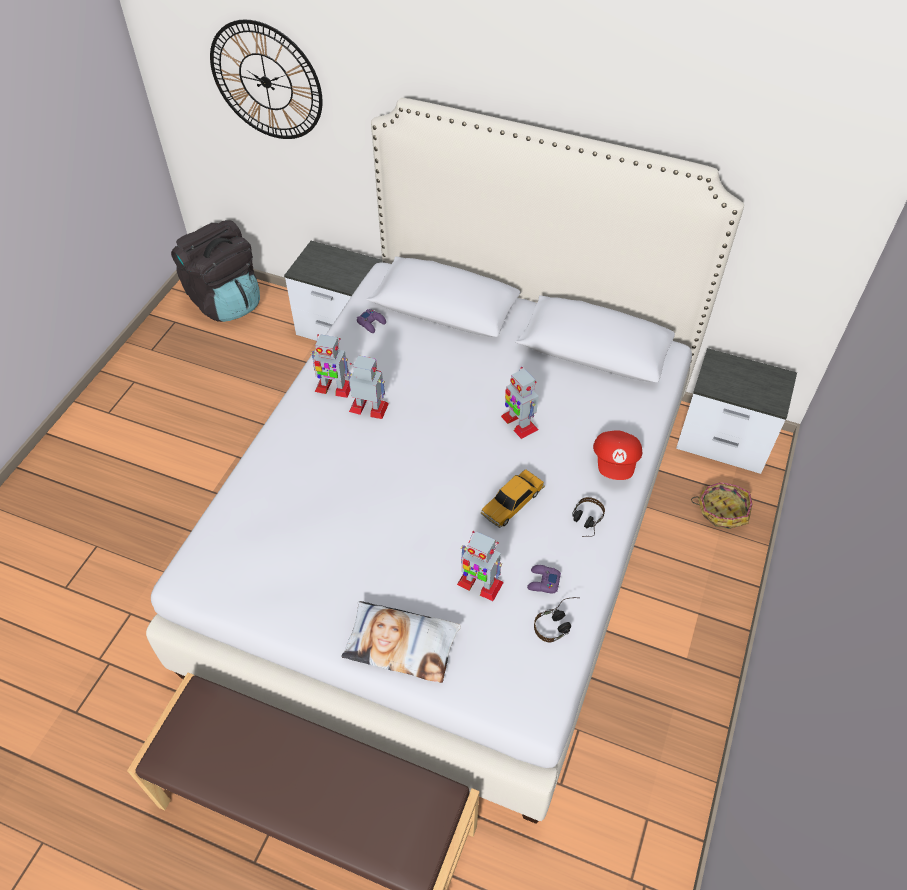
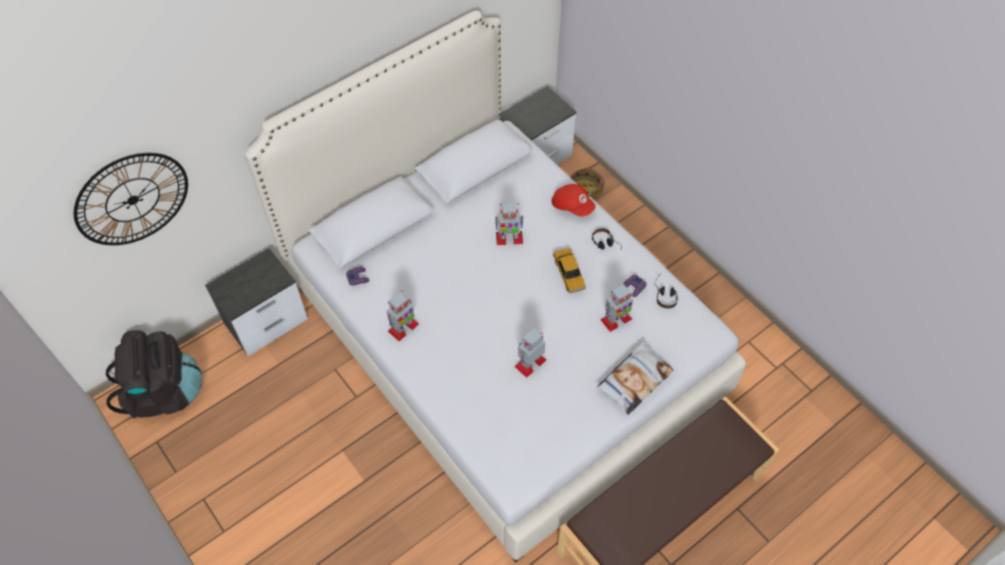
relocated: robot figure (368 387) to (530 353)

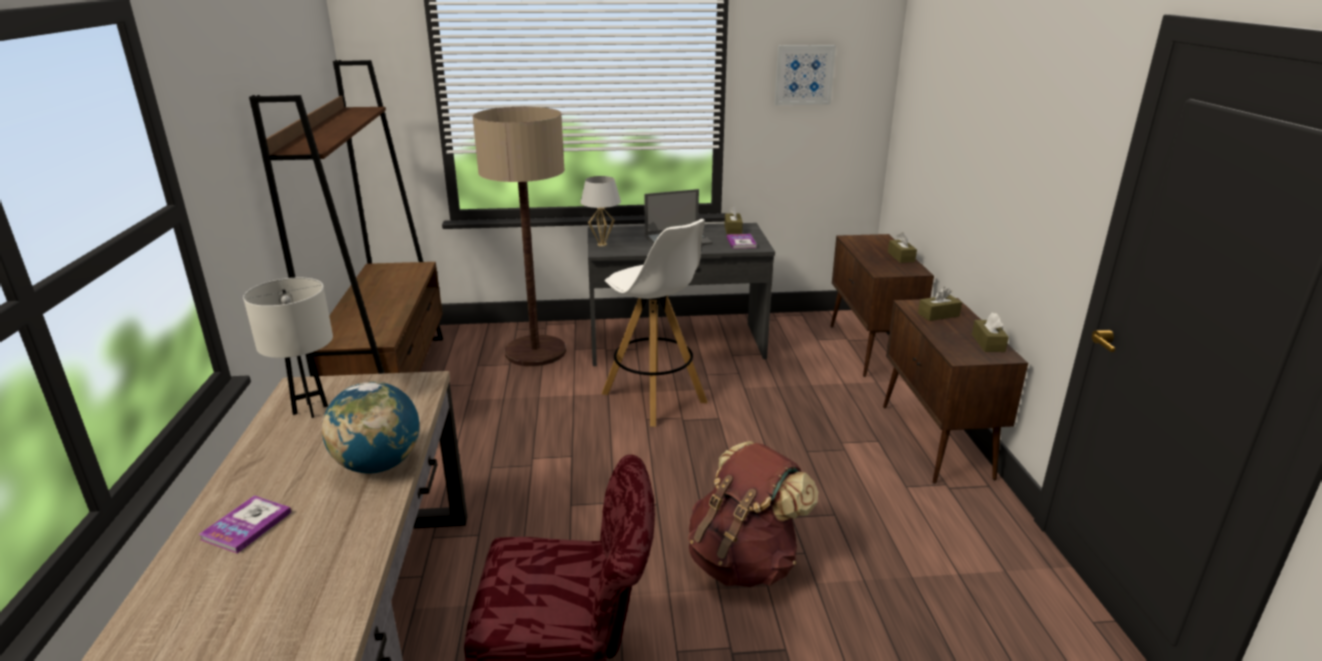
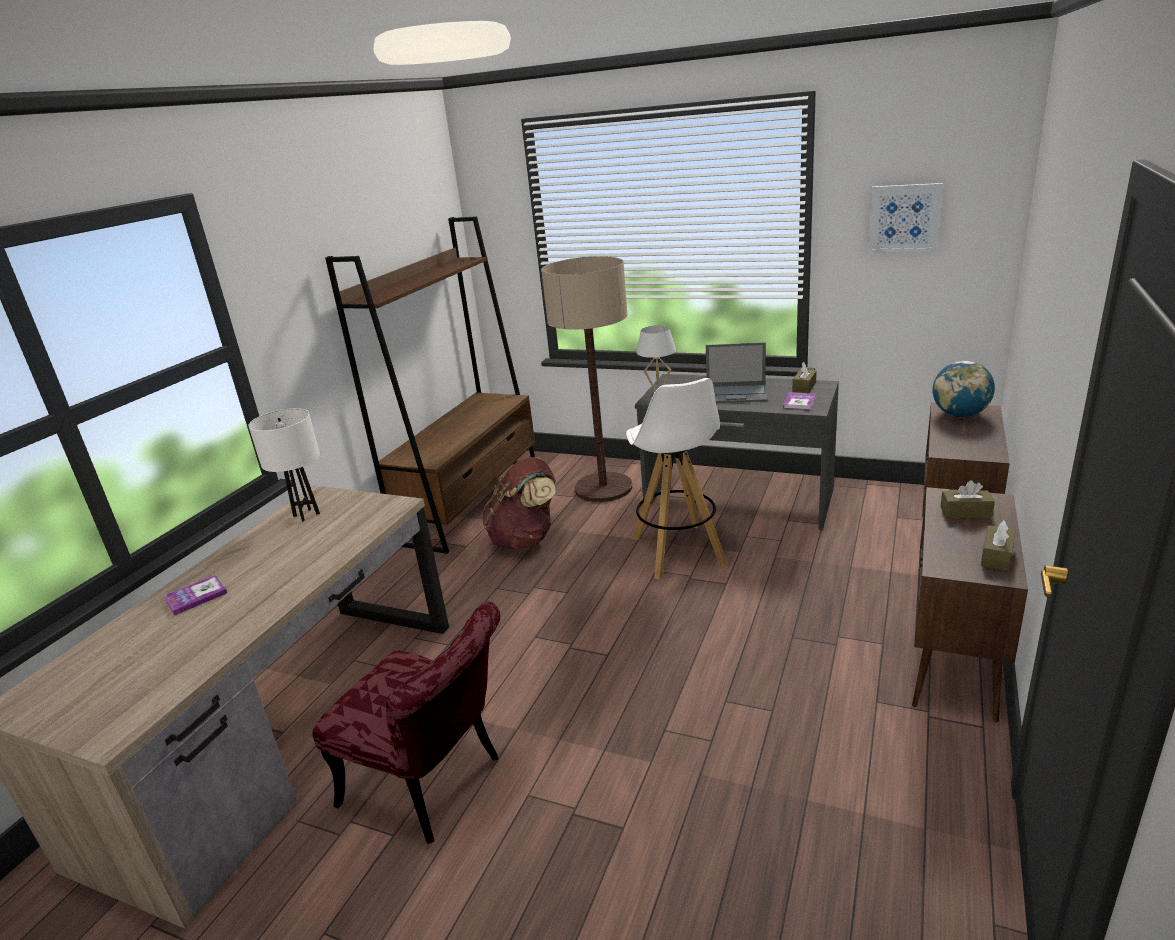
missing: tissue box/brown-coloured (902 247)
relocated: knapsack/brown-coloured (753 514) to (519 503); globe (370 427) to (964 389)

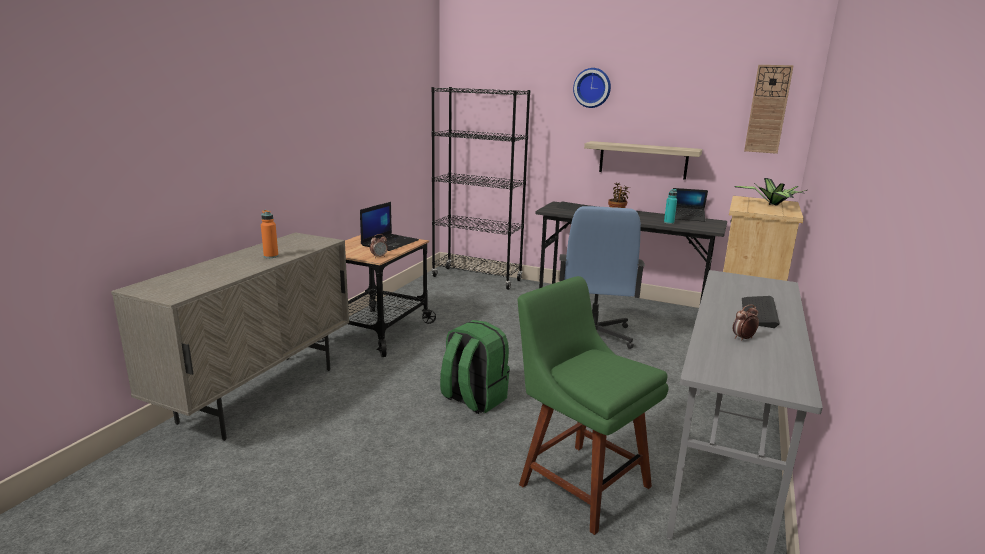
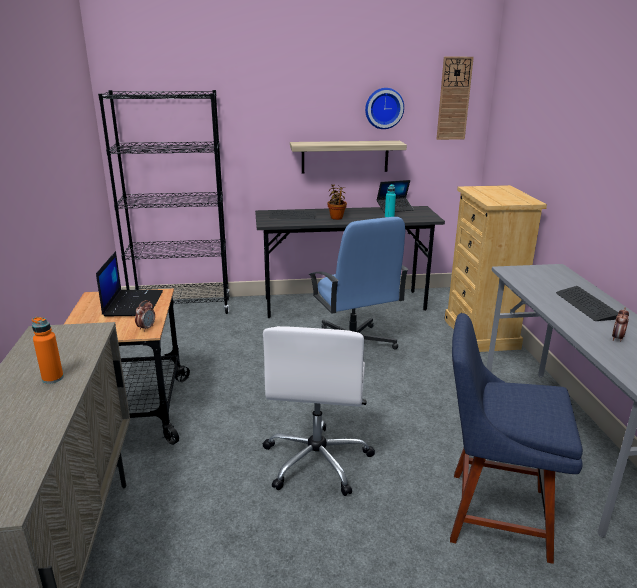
missing: potted plant (771 192)
relocated: clock on the wall (592 88) to (384 108)
exchanged: knapsack/green-coloured (475 367) to computer chair/whitish (319 411)
colour: upright chair/green-coloured (593 405) to upright chair/blue (516 438)

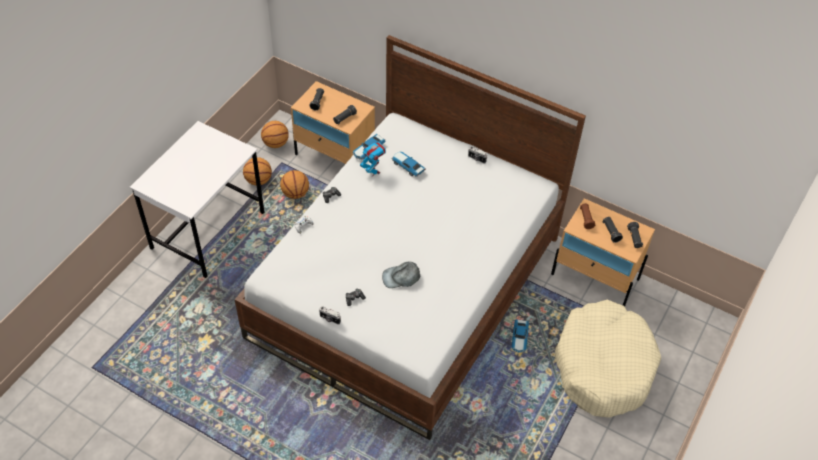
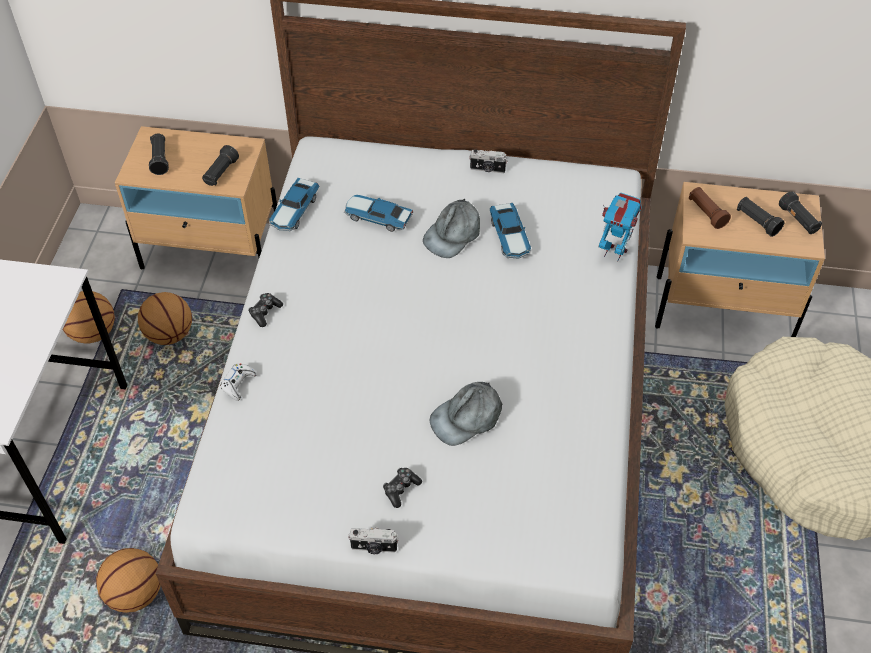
appeared: cap/gray (451 228)
relocated: basketball (275 134) to (128 580); miniature car (520 336) to (510 231); robot figure (373 159) to (620 227)

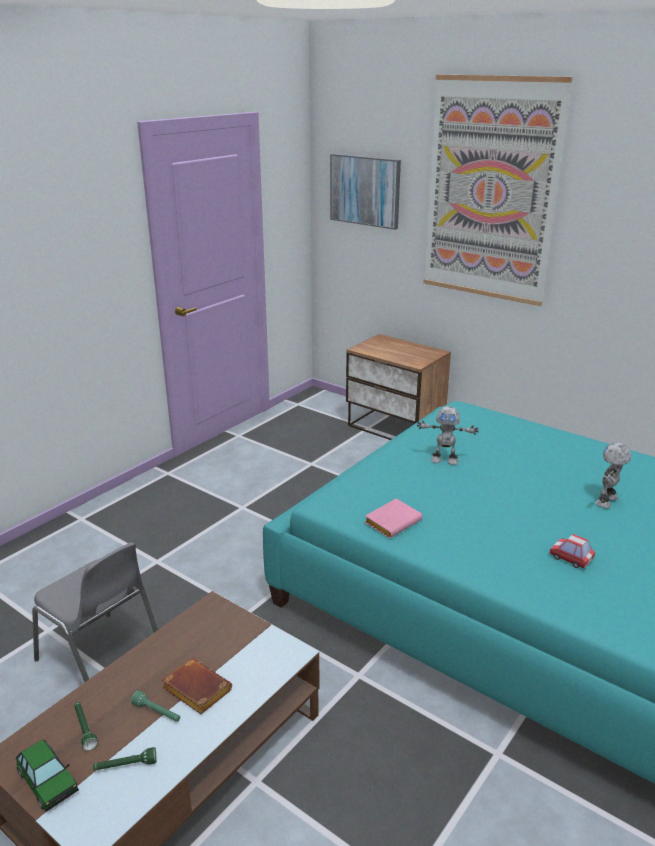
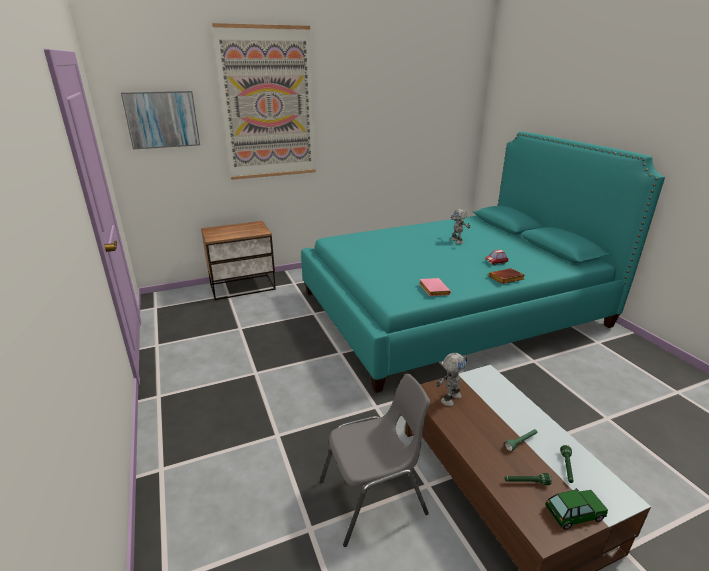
relocated: robot figure (448 435) to (451 379); volume/brown-coloured (197 686) to (507 276)

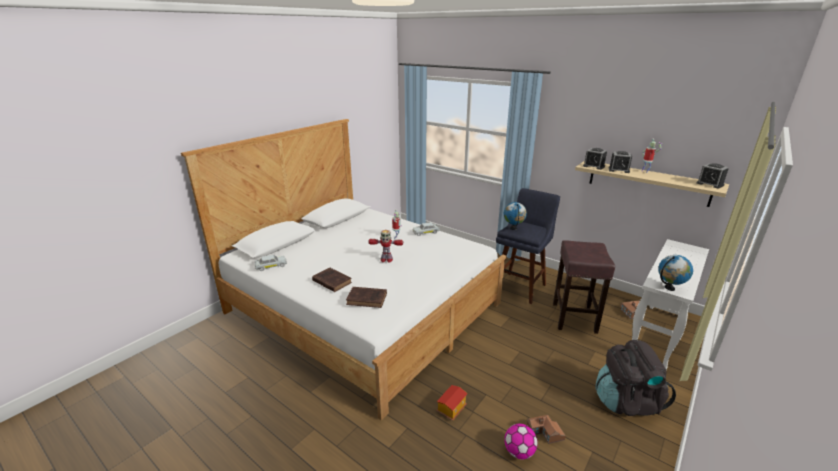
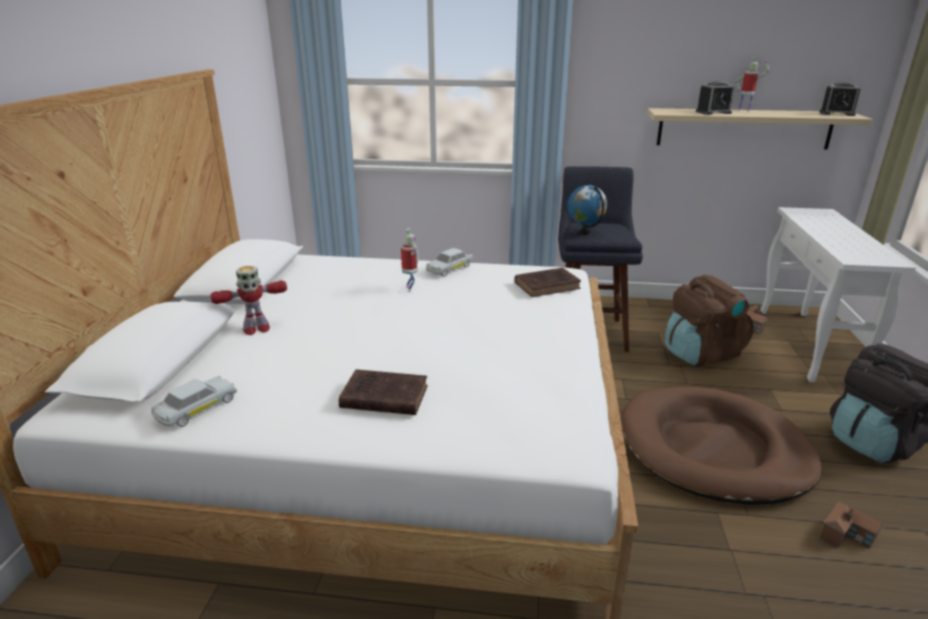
missing: toy house (452 403); football (521 441); alarm clock (595 159); globe (675 273)
appeared: dog bed/brown-coloured (721 446)
relocated: robot figure (385 246) to (248 300); volume/brown-coloured (366 297) to (548 282)
exchanged: stool/brown-coloured (584 287) to knapsack/brown-coloured (709 321)

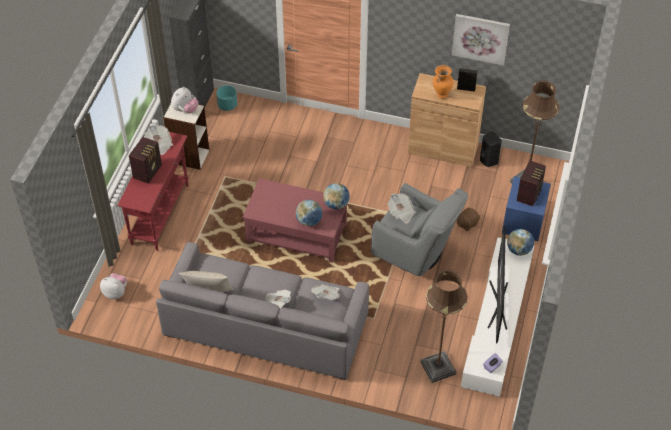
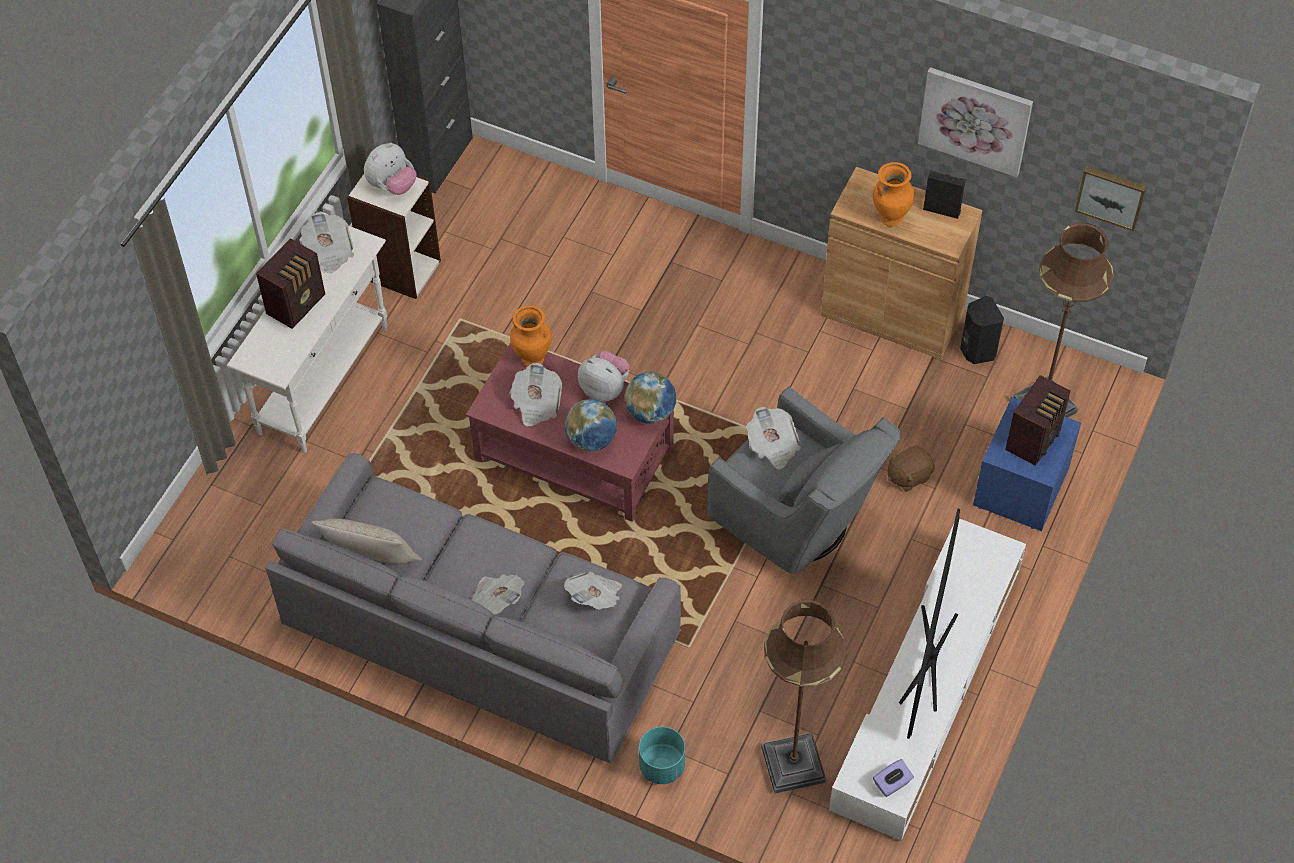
missing: globe (520 242)
appeared: decorative vase/orange (530 336); daily paper (536 394); picture (1111 198)
relocated: cuddly toy (113 286) to (604 376); flower pot/turquoise-coloured (226 98) to (662 755)
colour: hall table/red (152 191) to hall table/whitish (307 339)

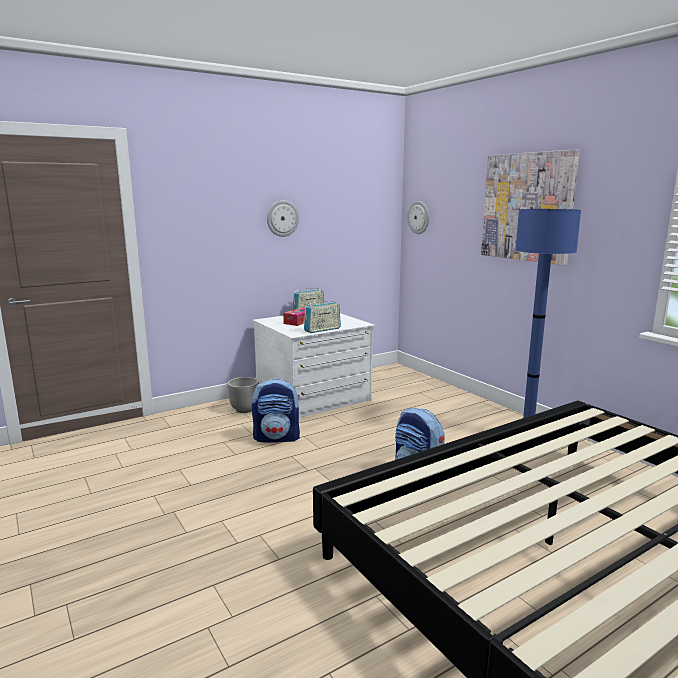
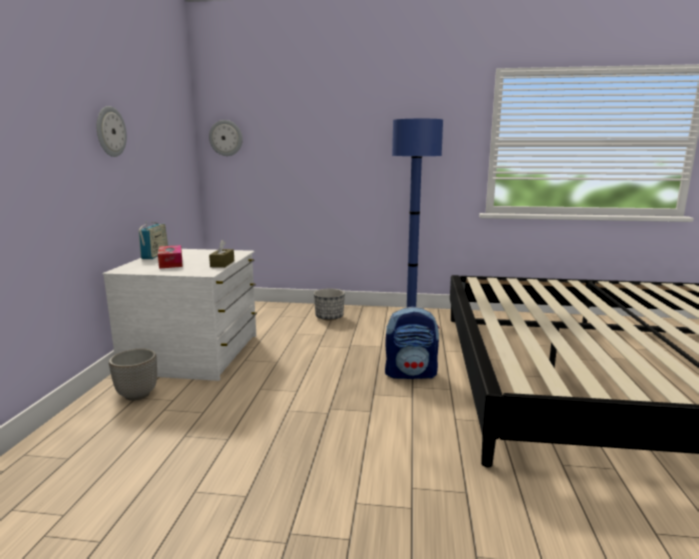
missing: knapsack (276 410); picture (530 207)
appeared: flower pot (329 305)
exchanged: radio receiver (322 316) to tissue box/brown-coloured (221 254)

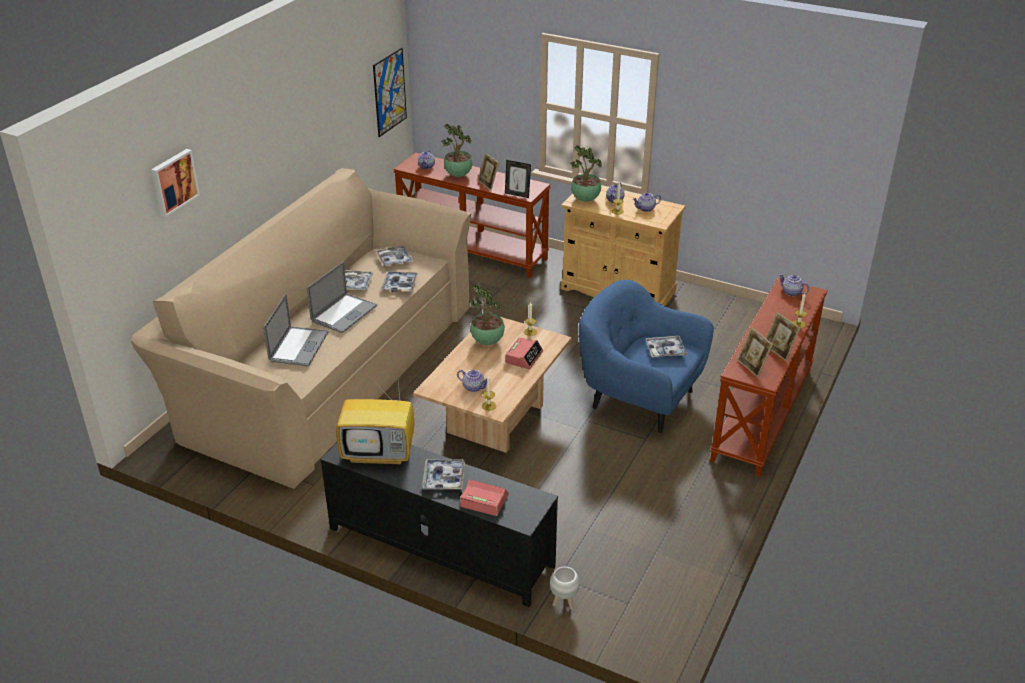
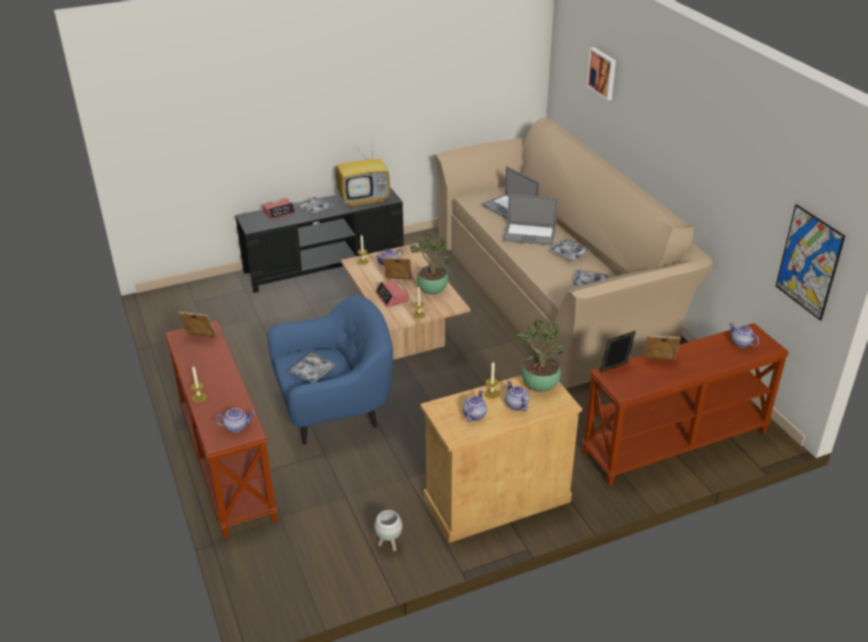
missing: carrying tray (399 281); potted plant (456 150)
relocated: flower pot/whitish (565 588) to (388 530); standing frame (783 337) to (397 268)
spun: TV (375 417) = (363 176) 150 degrees counterclockwise; portable computer (342 297) = (530 220) 60 degrees counterclockwise

